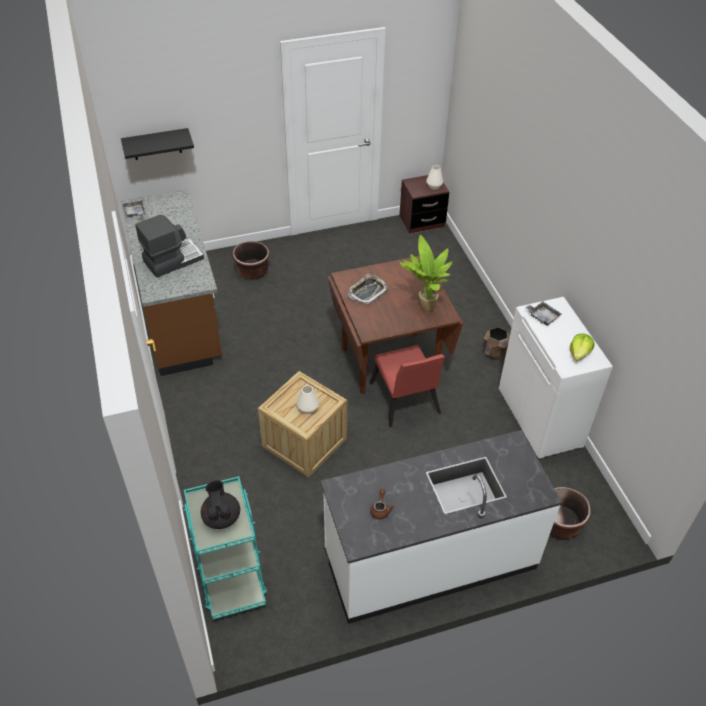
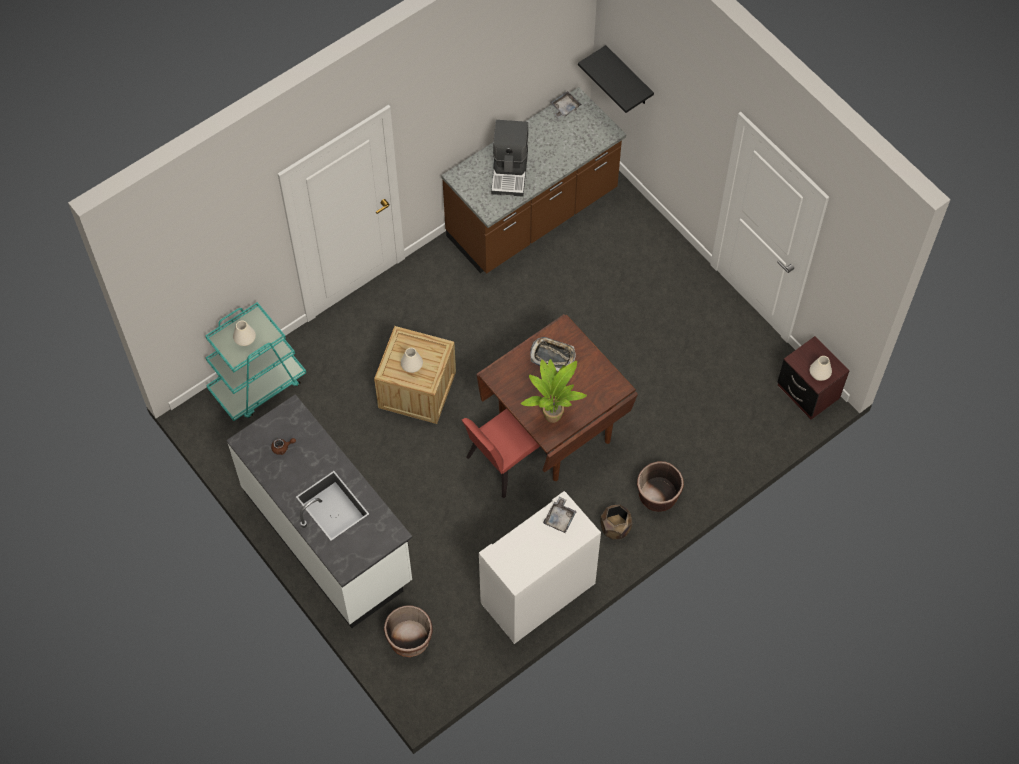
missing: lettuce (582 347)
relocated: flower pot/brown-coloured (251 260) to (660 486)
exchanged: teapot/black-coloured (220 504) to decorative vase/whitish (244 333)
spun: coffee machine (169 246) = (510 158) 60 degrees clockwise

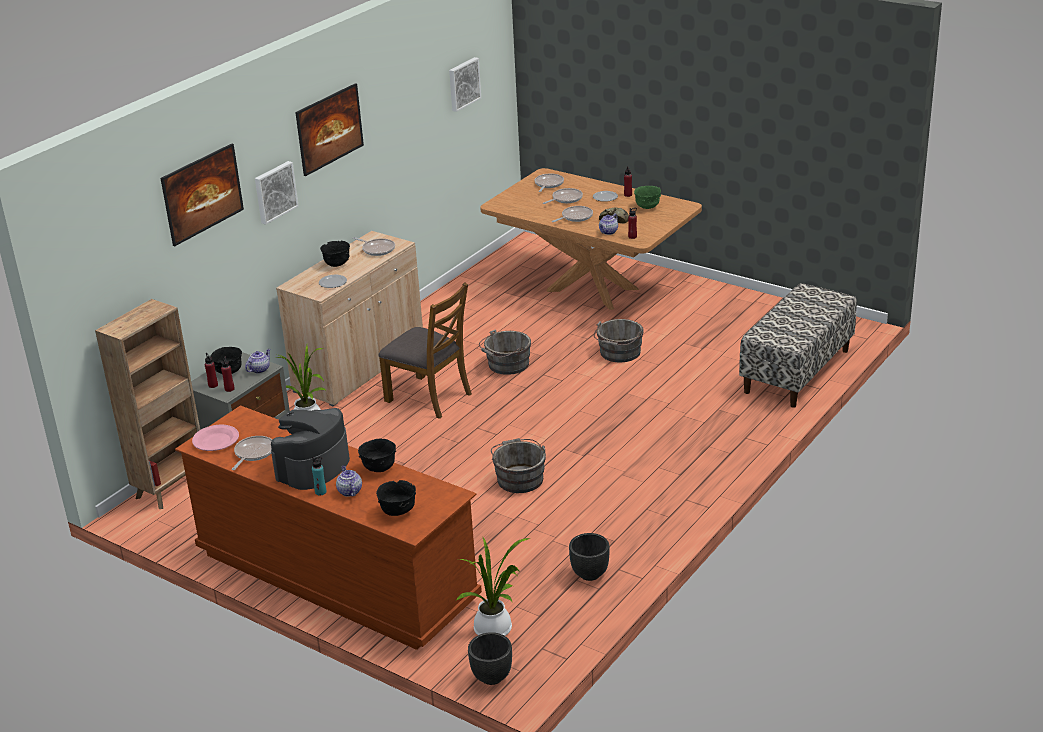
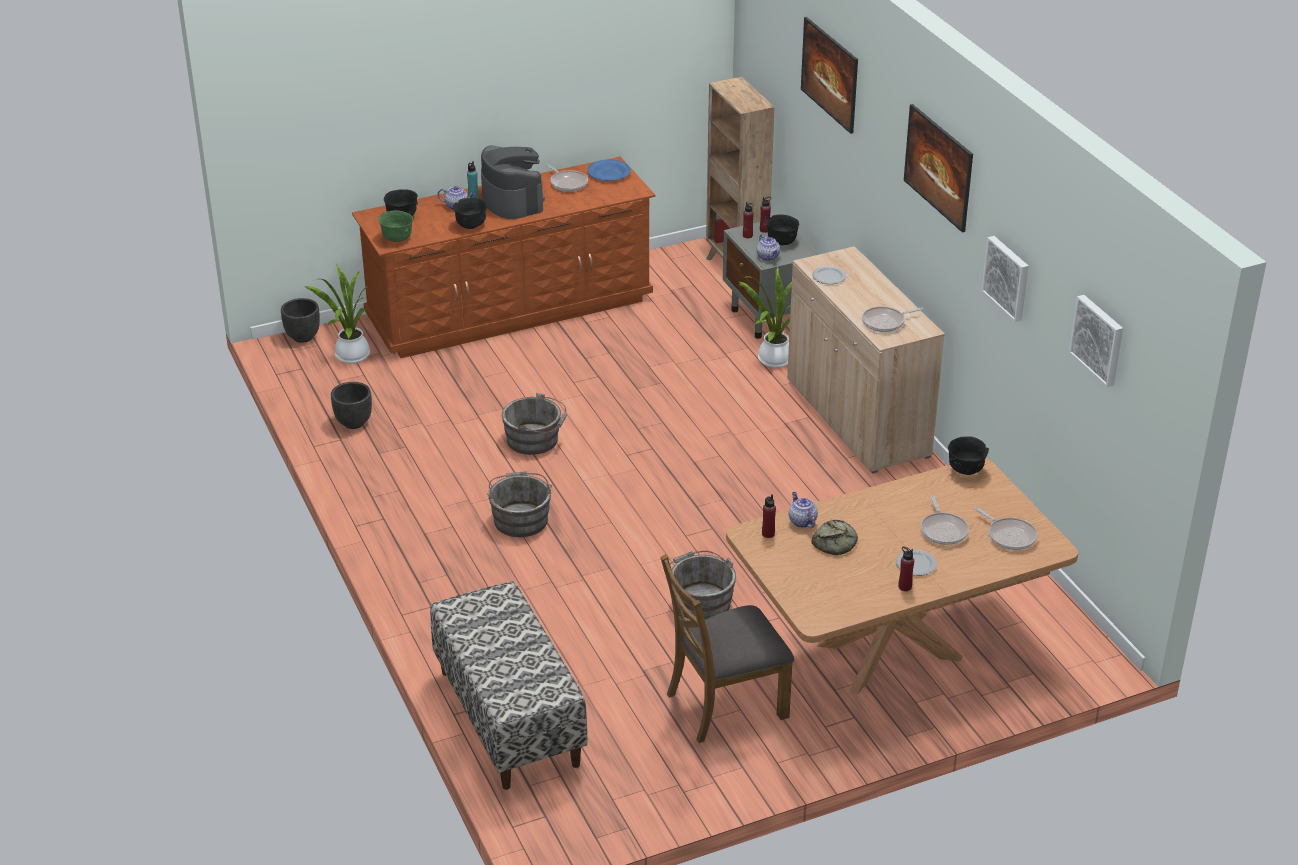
missing: skillet (572 214)
relocated: bowl/green-coloured (647 197) to (395 226); water bucket/gray (505 352) to (519 504); upright chair/brown-coloured (425 350) to (727 648); bowl/black-coloured (335 254) to (968 455); picture (277 192) to (1005 279)
colour: plate/pink (215 438) to plate/blue (609 170)

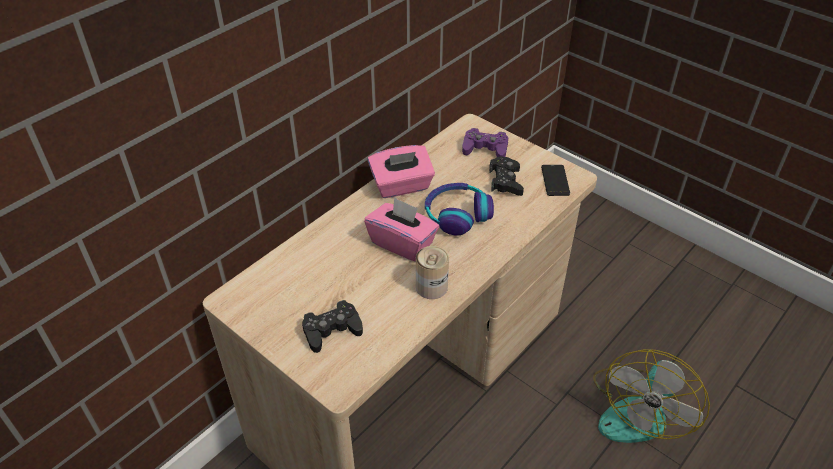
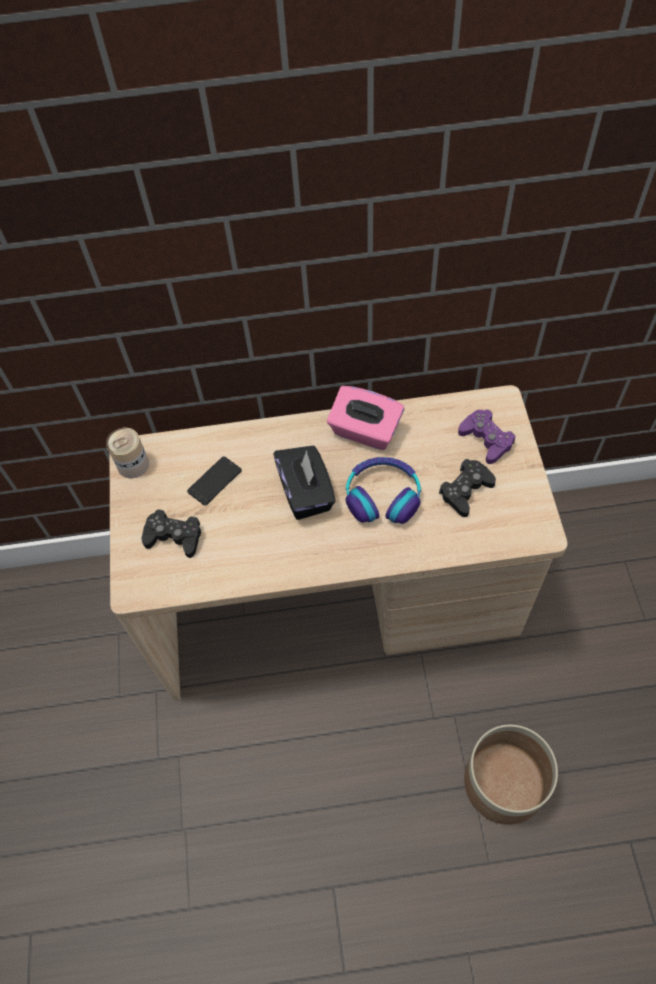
relocated: can (432 272) to (127 453); telephone (555 180) to (214 481)
exchanged: fan (651 396) to flower pot (511 775)
colour: tissue box/pink (401 229) to tissue box/black-coloured (305 483)

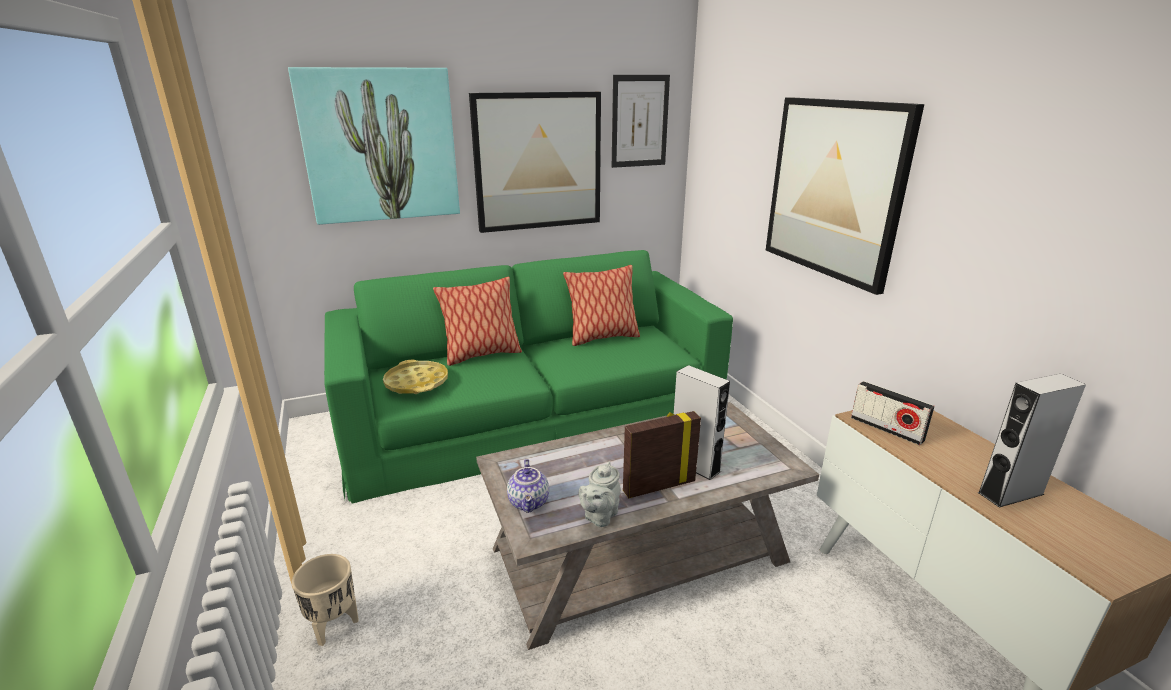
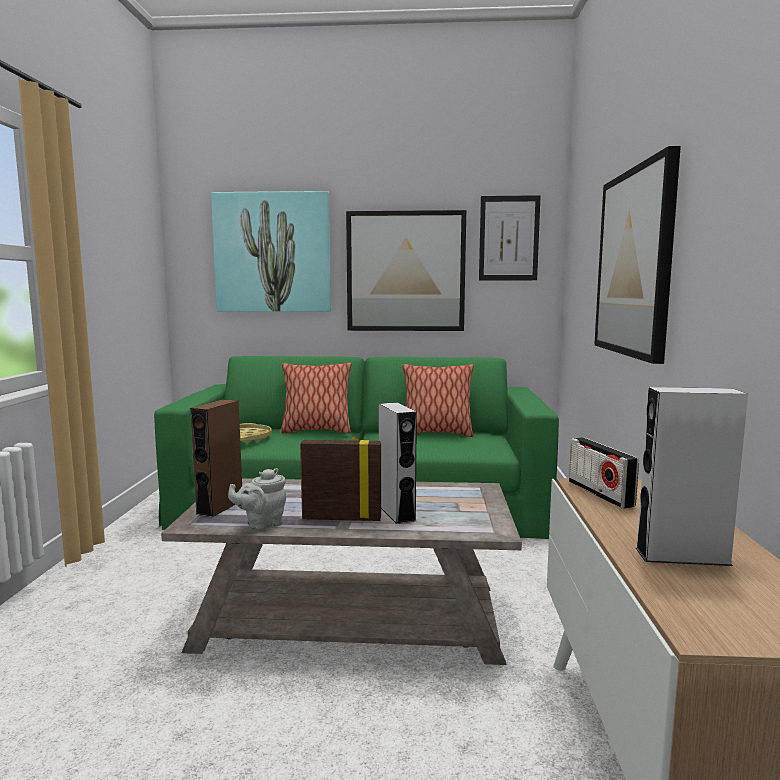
missing: flower pot/sand-coloured (325 600)
exchanged: teapot (528 486) to speaker/brown-coloured (216 458)

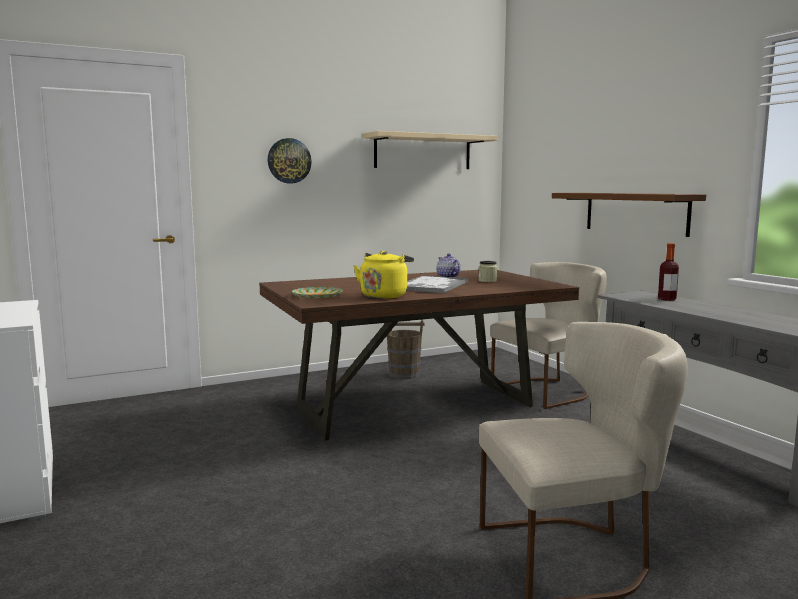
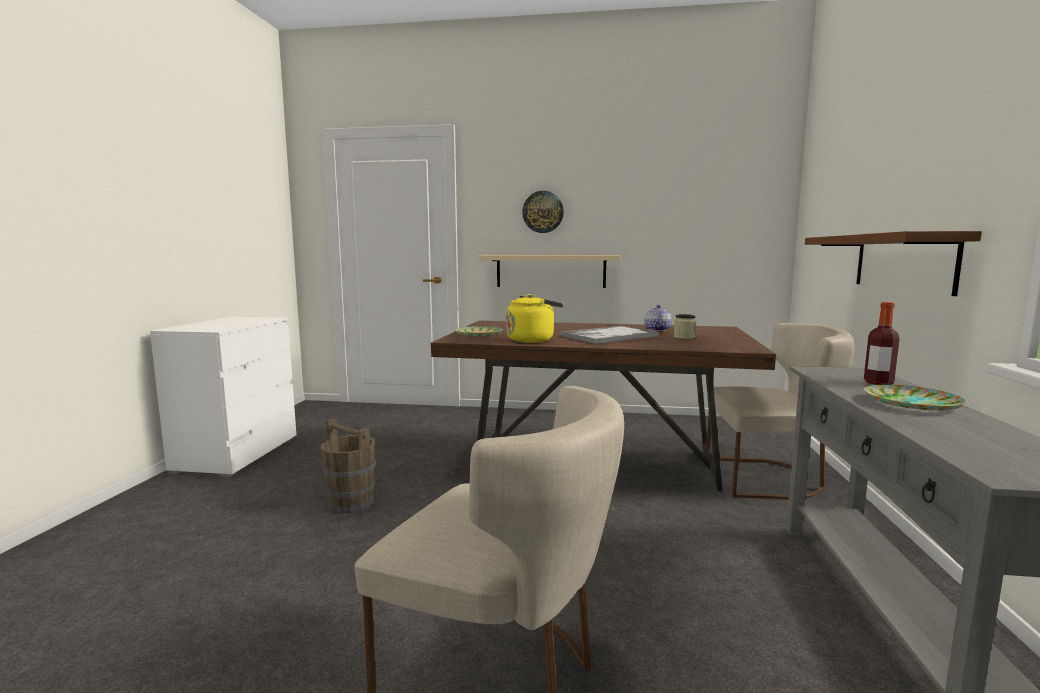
appeared: plate (915 398)
relocated: water bucket/brown-coloured (404 349) to (347 465); bracket shelf/sand-coloured (430 150) to (549 271)

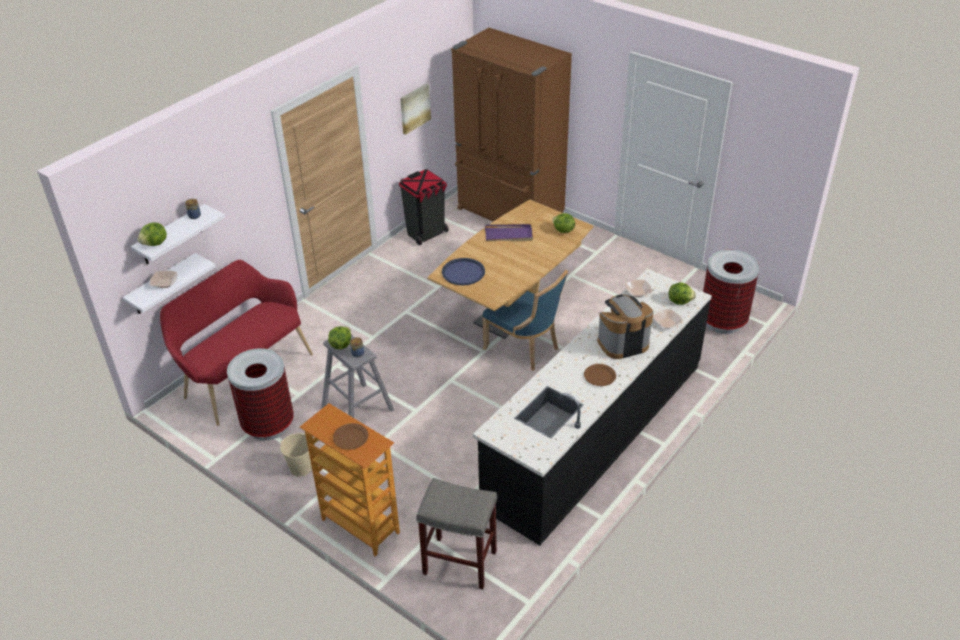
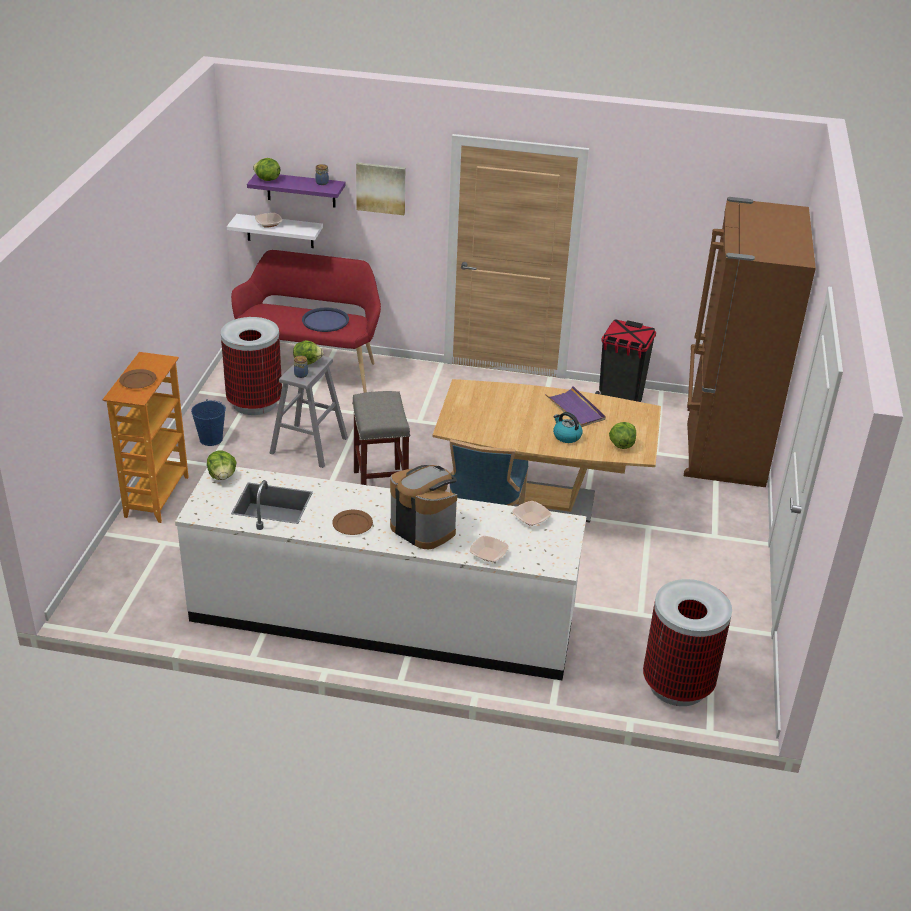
appeared: tea kettle (567 427)
relocated: lettuce (682 293) to (222 465); carrying tray/blue (463 271) to (325 319); stool/gray (456 533) to (381 438); picture (415 109) to (380 188)
colour: kitchen counter/black-coloured (592 407) to kitchen counter/whitish (381 573); water bucket/sand-coloured (296 455) to water bucket/blue (208 422); bracket shelf/whitish (178 234) to bracket shelf/purple (296 190)

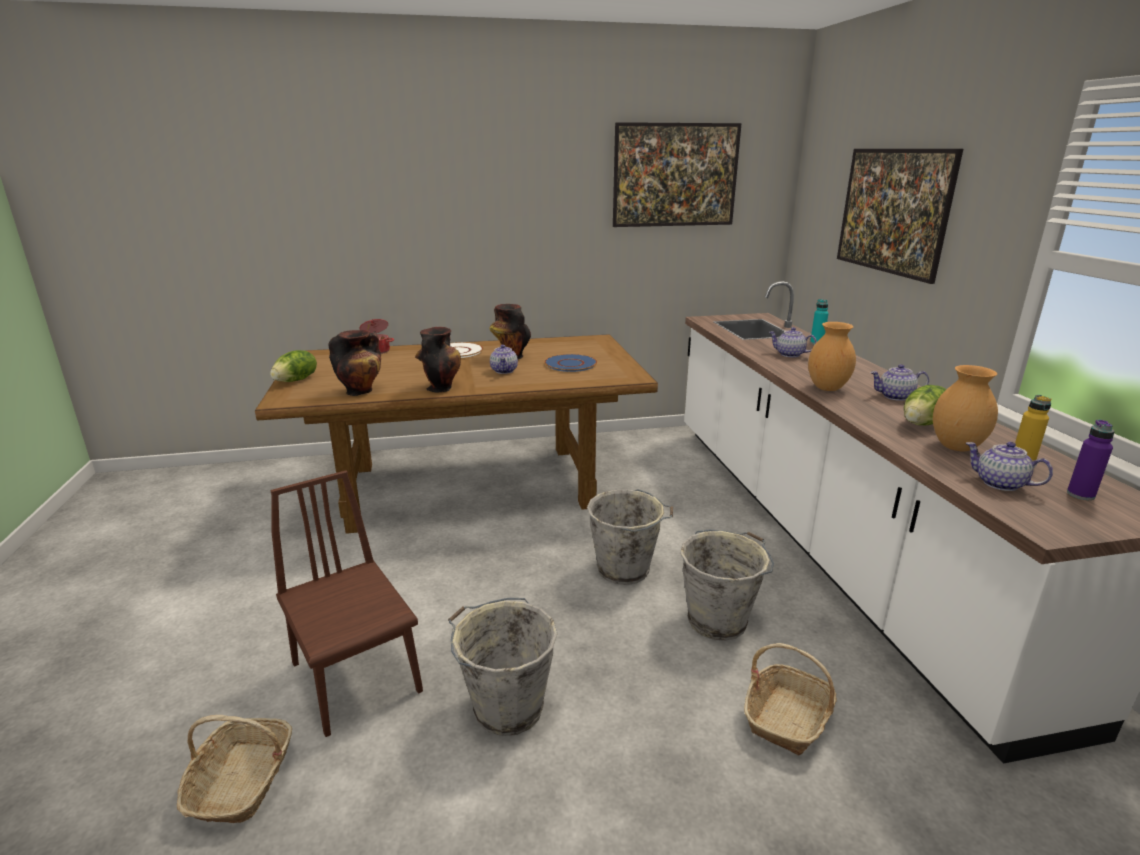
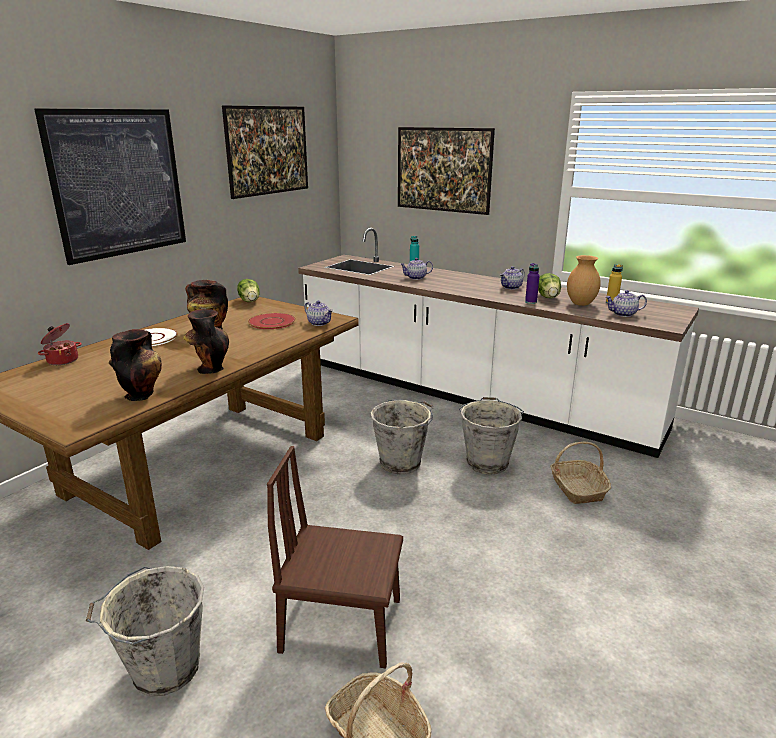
missing: decorative vase/brown-coloured (832 356)
appeared: picture (110 186)
relocated: water bucket/gray (502 667) to (145 631); lettuce (293 366) to (248 290); teapot (504 359) to (319 313); drink bottle/purple (1091 460) to (532 283)
colour: plate/blue (570 363) to plate/red (272 321)

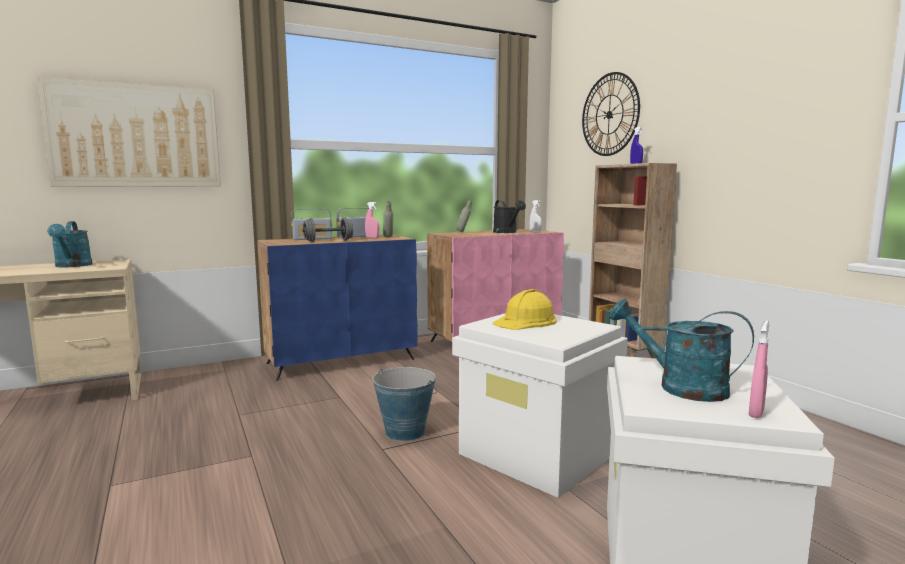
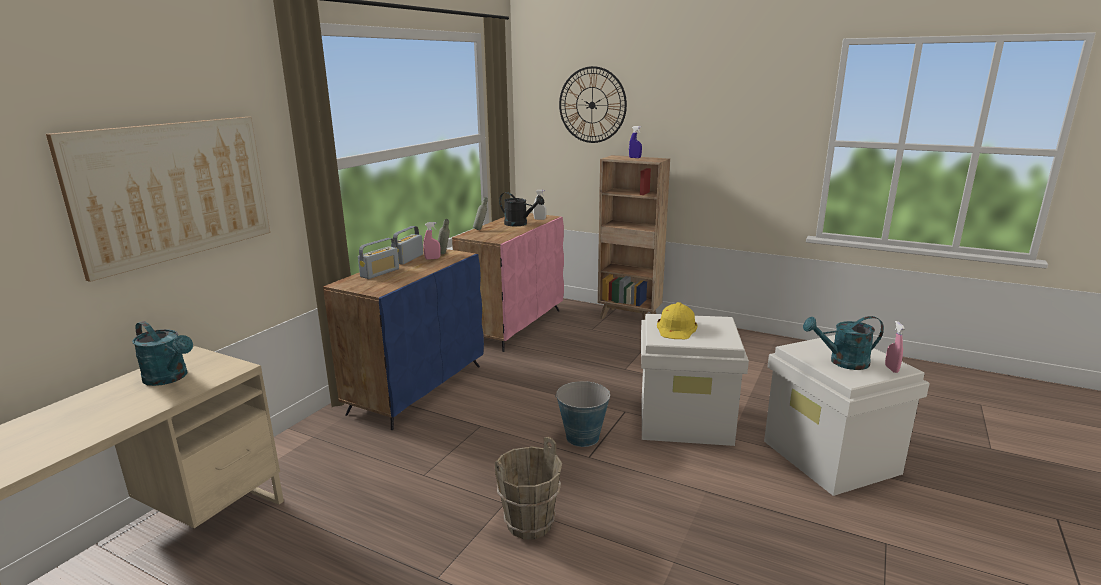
missing: free weight/gray (327 230)
appeared: water bucket/brown-coloured (528 488)

